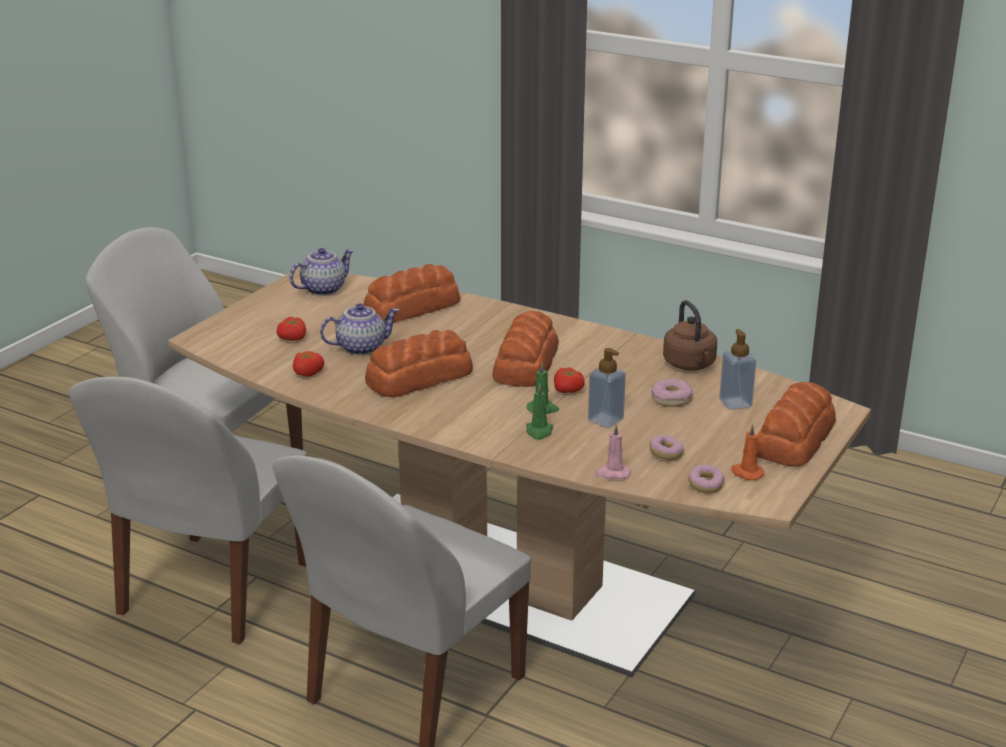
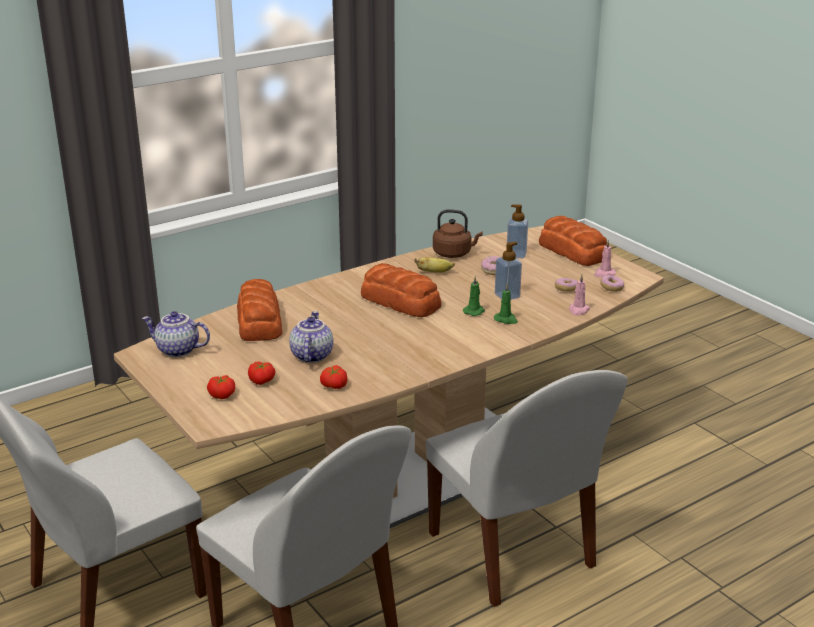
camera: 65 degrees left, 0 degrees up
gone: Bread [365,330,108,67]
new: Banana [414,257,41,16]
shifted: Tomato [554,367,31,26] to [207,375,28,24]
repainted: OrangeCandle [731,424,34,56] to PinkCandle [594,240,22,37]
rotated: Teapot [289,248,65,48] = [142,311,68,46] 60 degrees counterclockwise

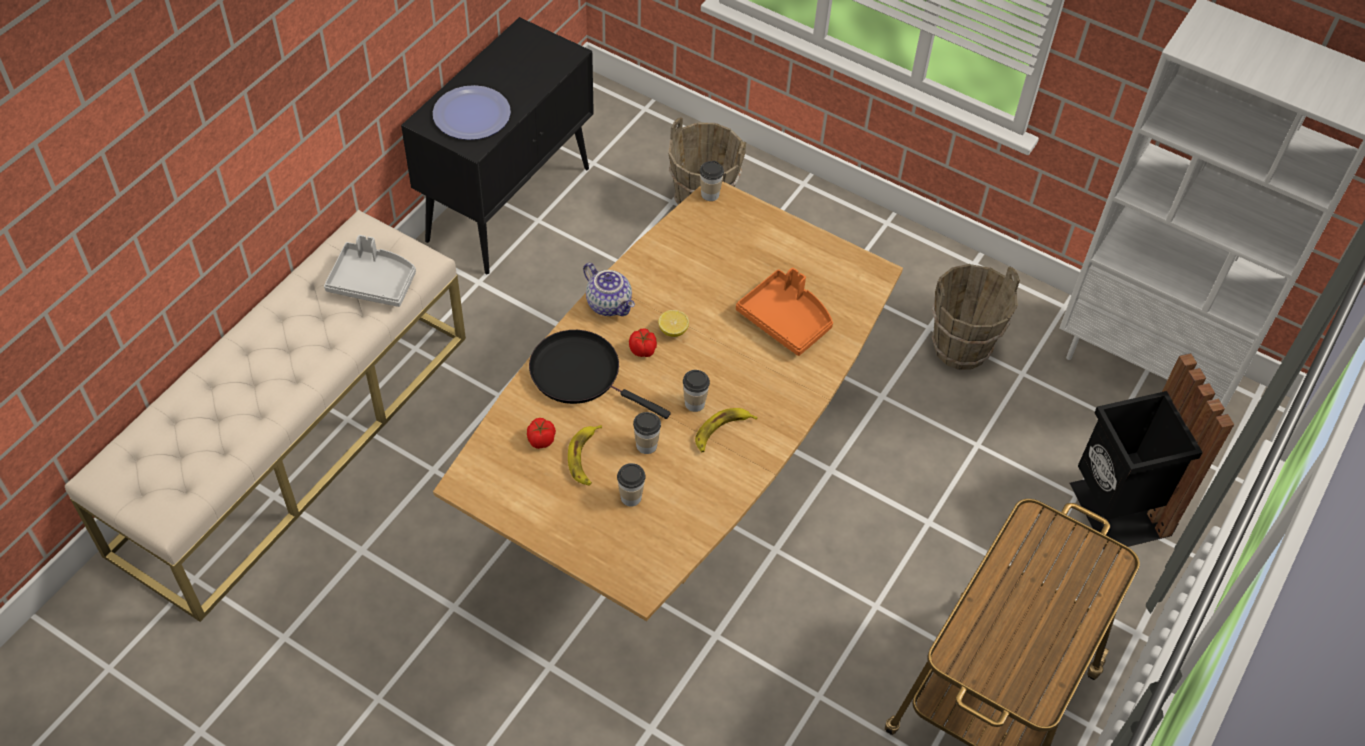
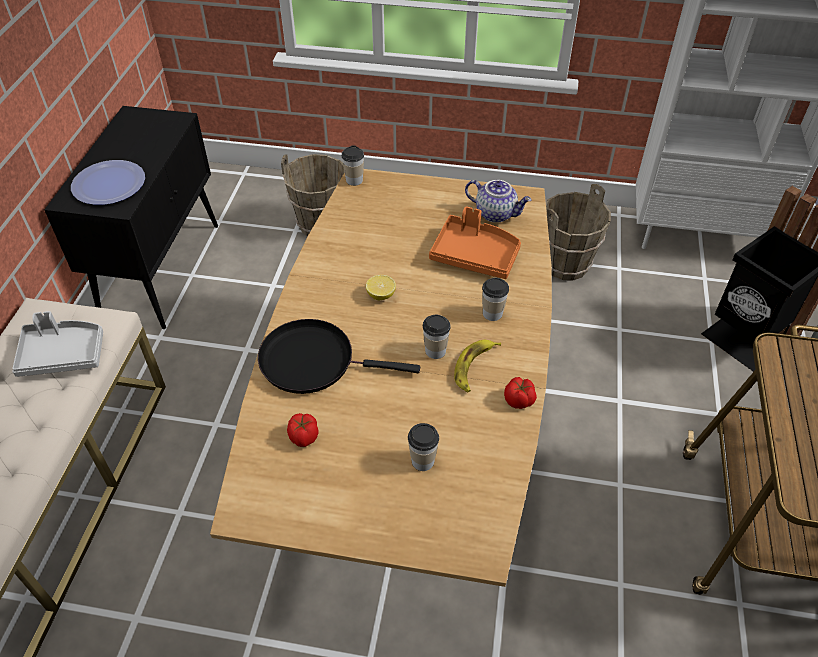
camera: 20 degrees left, 5 degrees down
gone: Banana [568,425,34,60]
shifted: Teapot [583,263,52,53] to [465,180,67,43]; Cup [633,412,28,42] to [482,278,27,43]; Tomato [629,328,28,29] to [504,377,33,32]

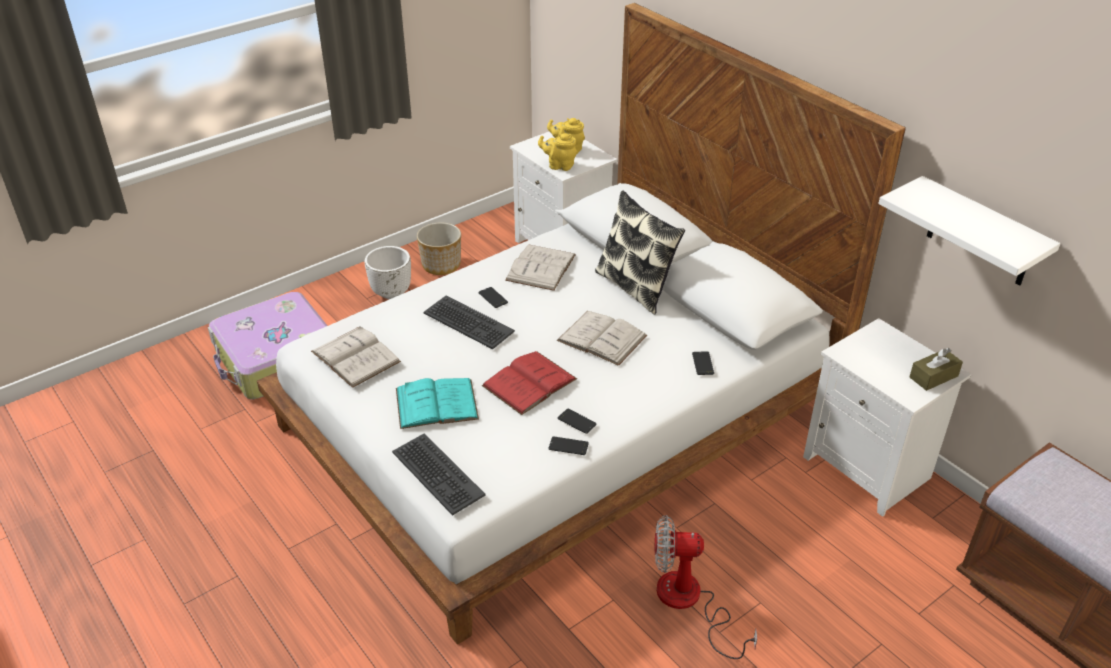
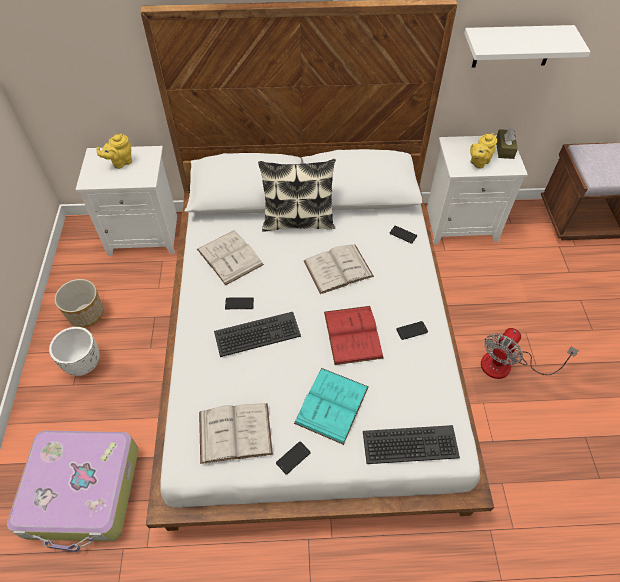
camera: 55 degrees left, 15 degrees up
shifted: Phone [549,436,40,19] to [276,441,35,34]; YellowTeapot [538,133,39,38] to [470,133,27,36]

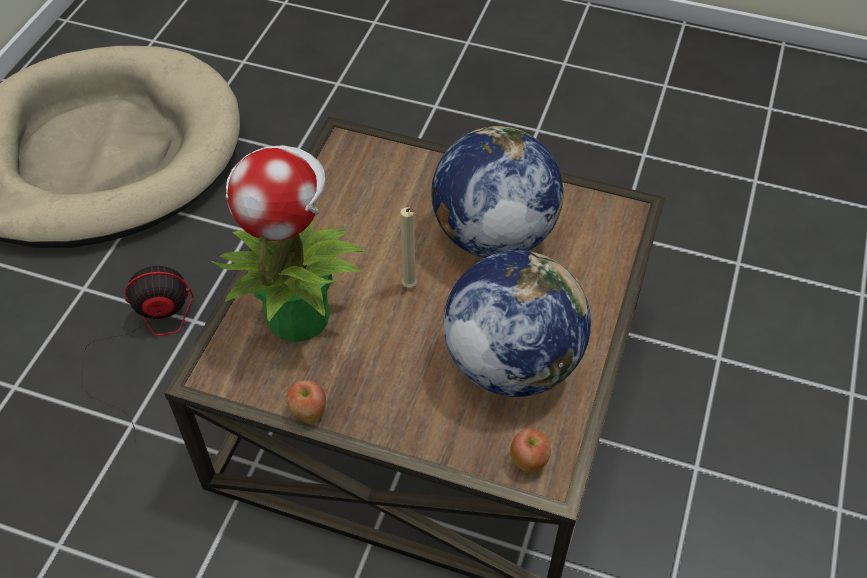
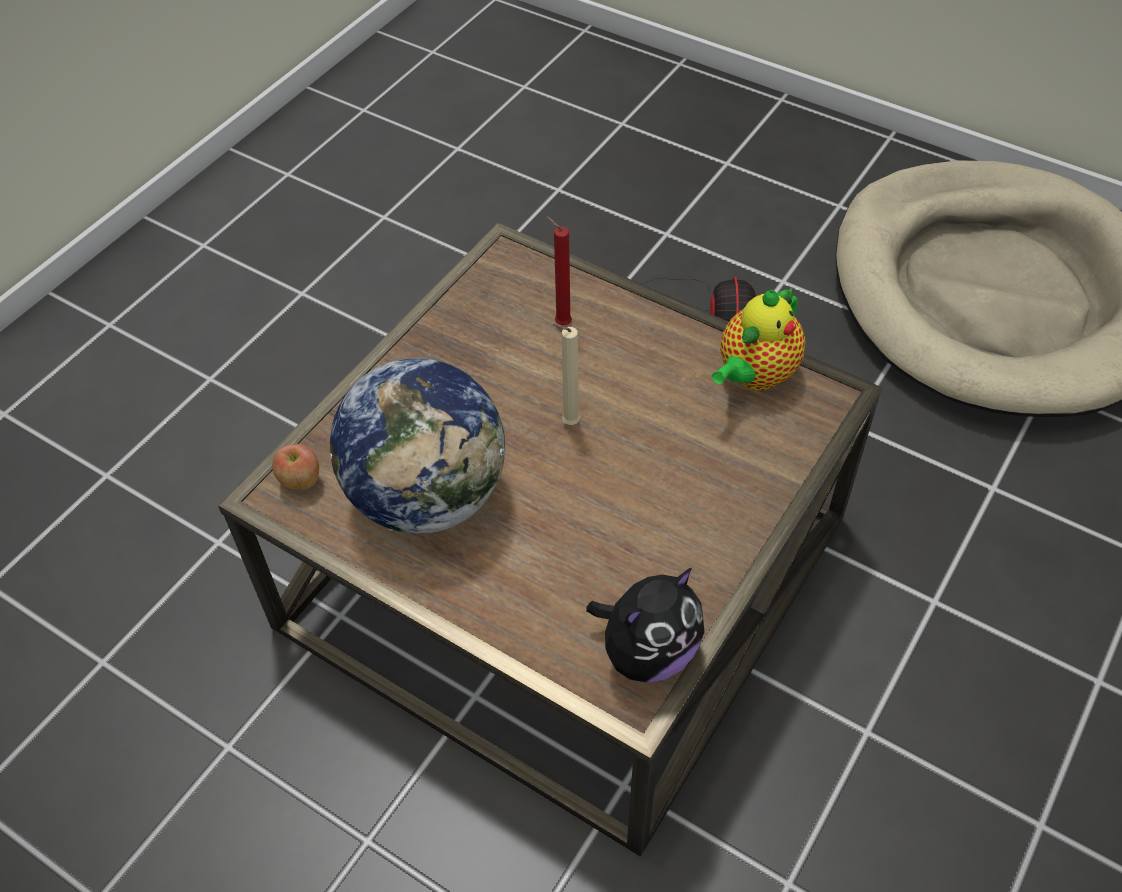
camera: 105 degrees right, 0 degrees up
gone: Apple [286,380,40,42]; Globe [431,126,133,132]
new: PlushToy [586,568,118,115]; Teapot [712,287,93,104]
swapped: PottedPlant [211,145,155,197] to RedCandle [546,217,26,108]

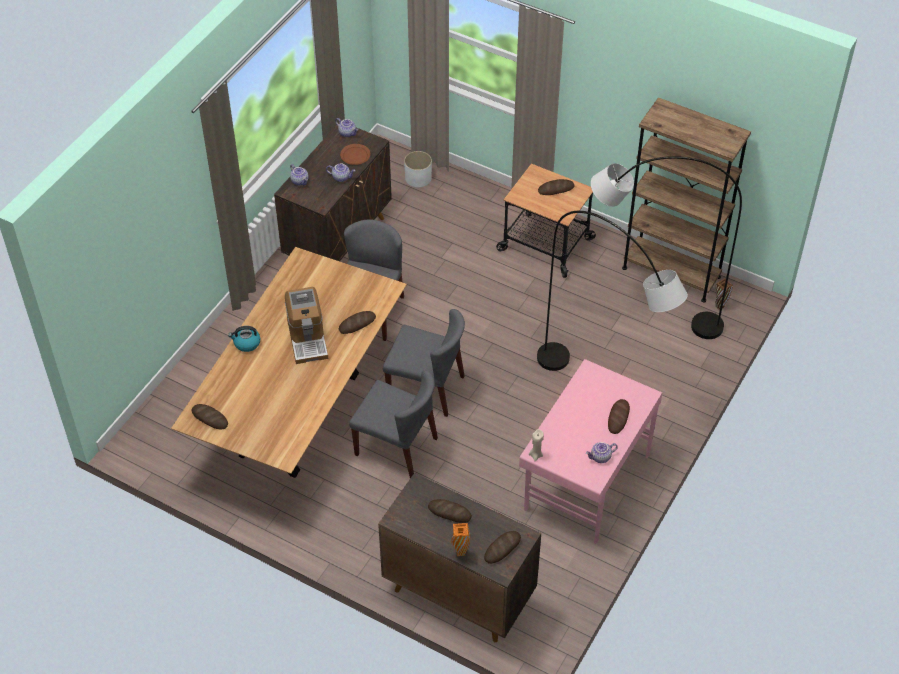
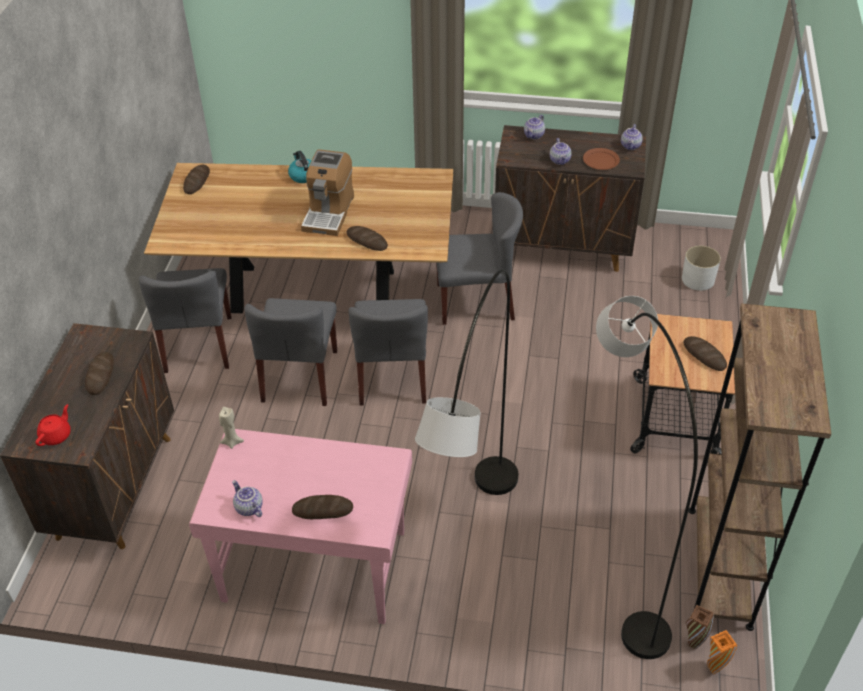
camera: 70 degrees right, 5 degrees down
new: GreyChair [139,268,93,105]
shifted: OrangeVase [451,523,19,33] to [707,630,30,44]
swapped: Bread [484,531,37,33] to RedTeapot [36,404,35,42]
rotated: CoffeeMachine [285,287,43,77] = [301,149,53,87] 45 degrees counterclockwise

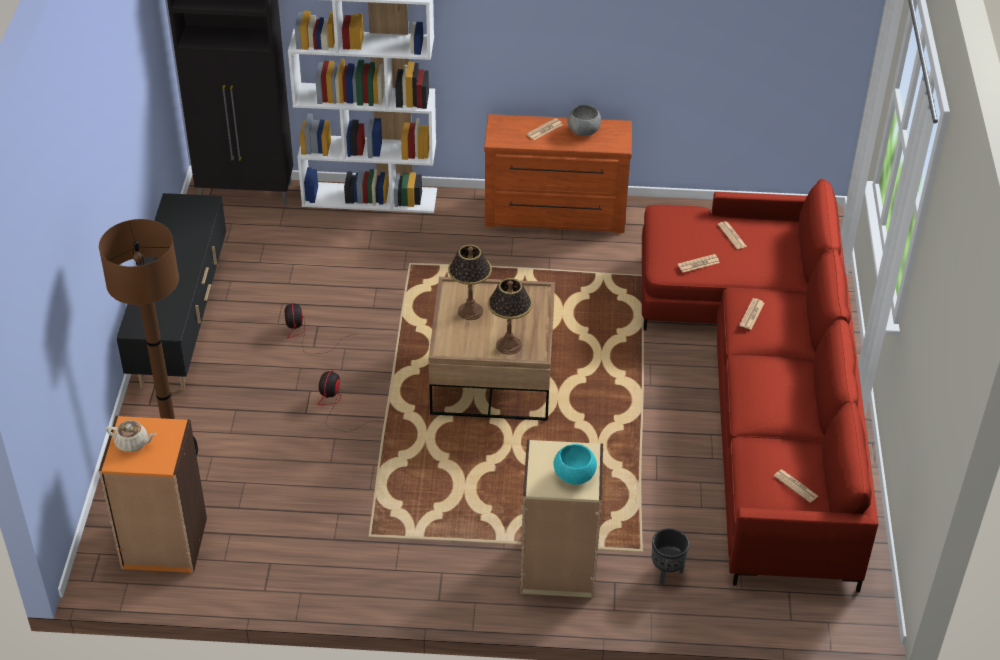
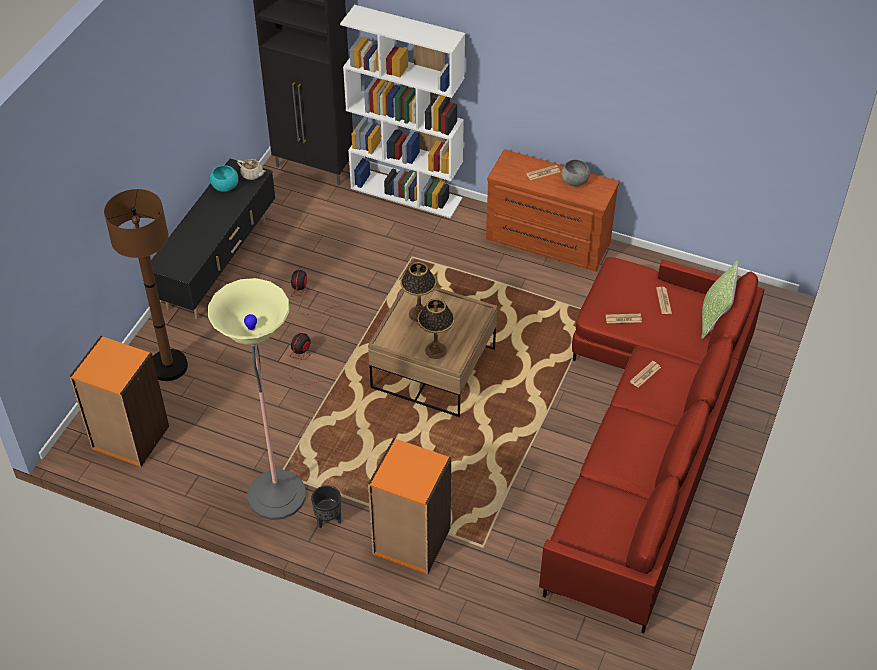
camera: 20 degrees right, 5 degrees up
gone: Newspaper [774,470,44,33]
new: FloorLamp [208,278,98,242]; Pillow [701,261,37,78]
shifted: TurquoiseBowl [554,444,43,41] to [210,165,28,27]; BeigeTeapot [106,420,50,32] to [237,159,29,21]; BlackPlanter [652,528,37,57] to [311,485,30,43]
repainted: BeigeBookcase [520,440,83,158] to OrangeBookcase [368,438,83,137]

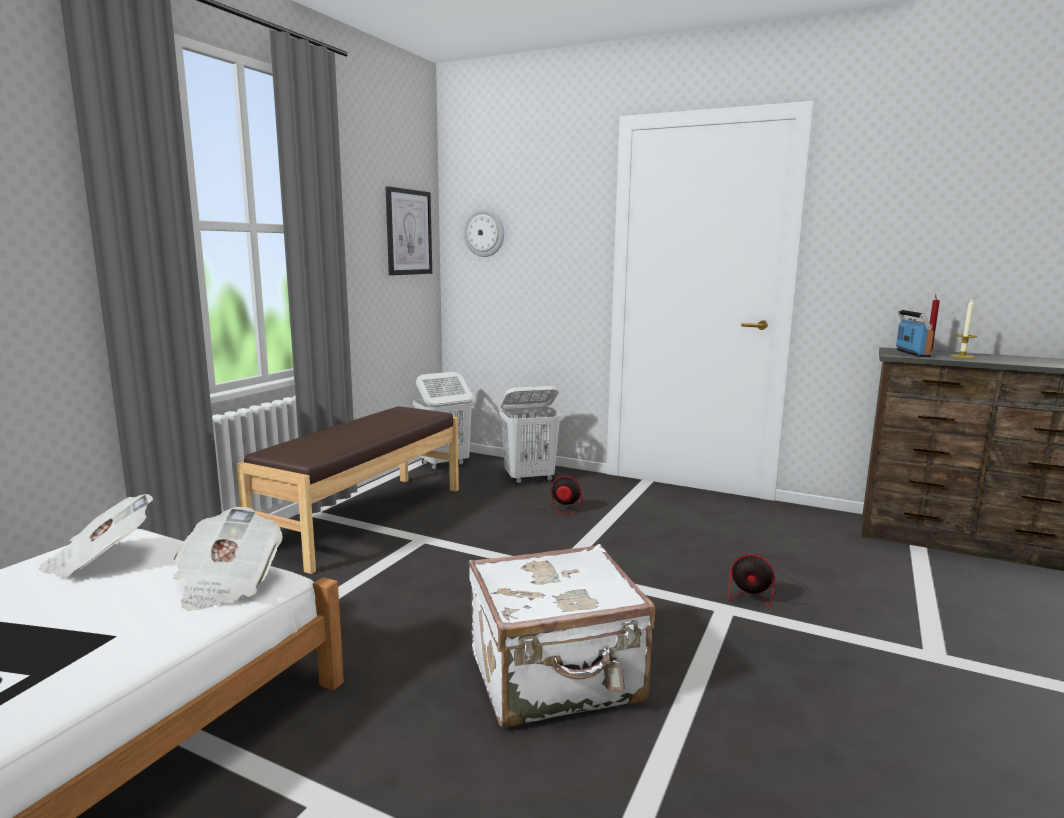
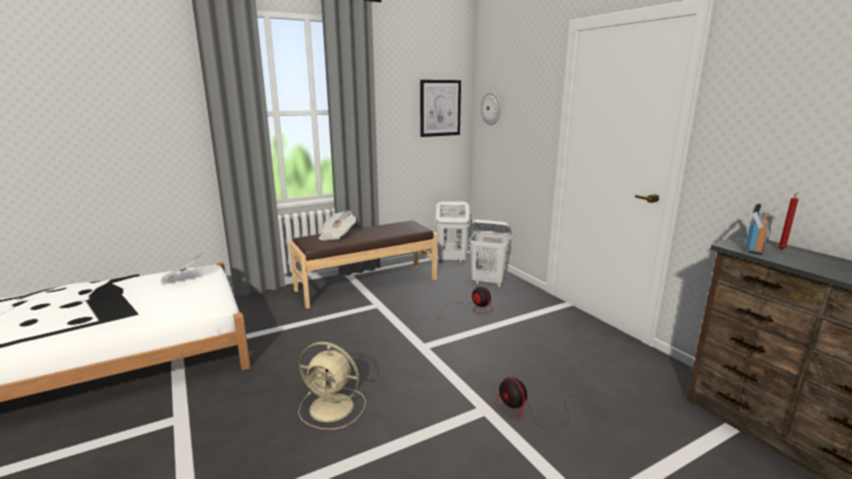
camera: 35 degrees right, 5 degrees up
gone: Candle [950,299,27,59]
shifted: Newspaper [174,507,109,104] to [319,211,37,29]
swapped: WhiteSuitcase [469,544,186,184] to BeigeFan [298,342,68,88]

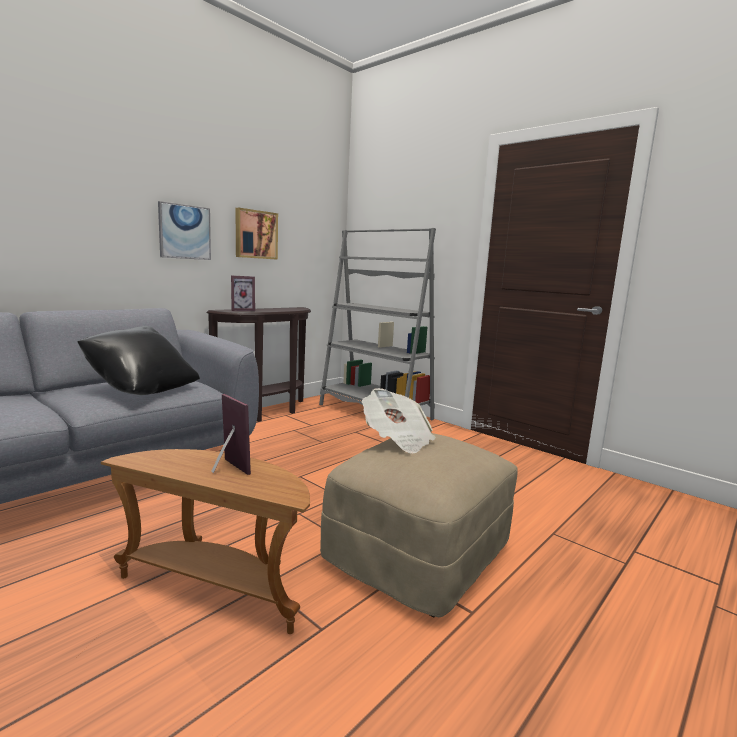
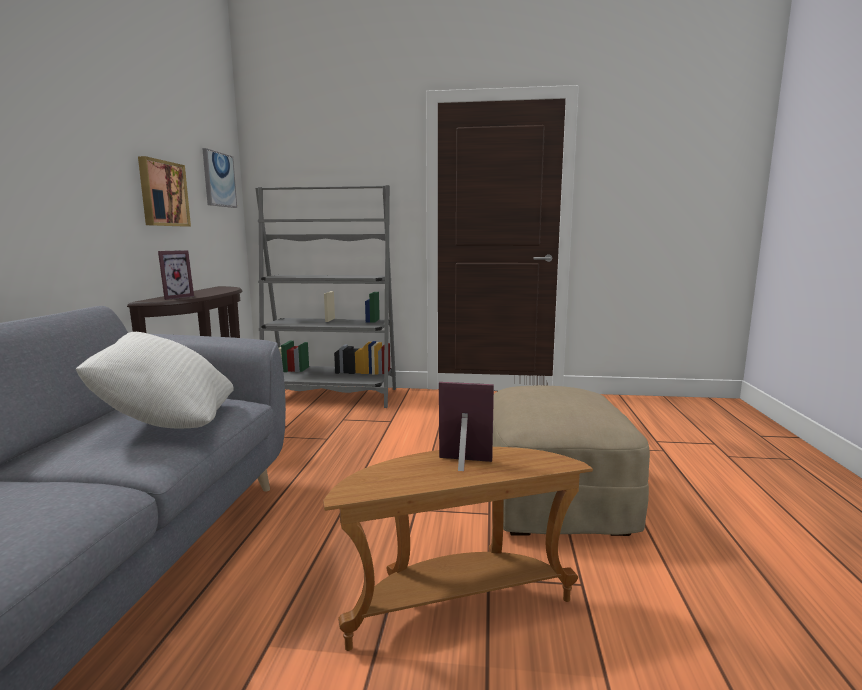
camera: 35 degrees left, 0 degrees up
gone: Newspaper [362,388,74,66]
shifted: Picture [158,201,53,59] to [202,148,35,60]
repainted: BlackPillow [77,326,123,69] to WhitePillow [76,332,158,96]

